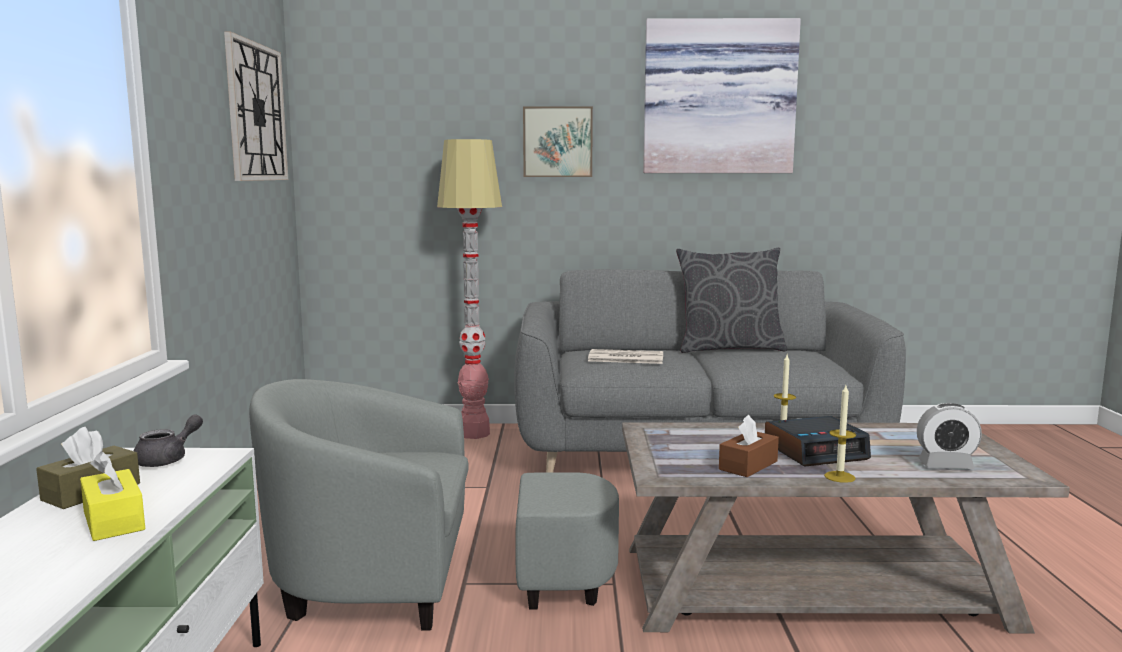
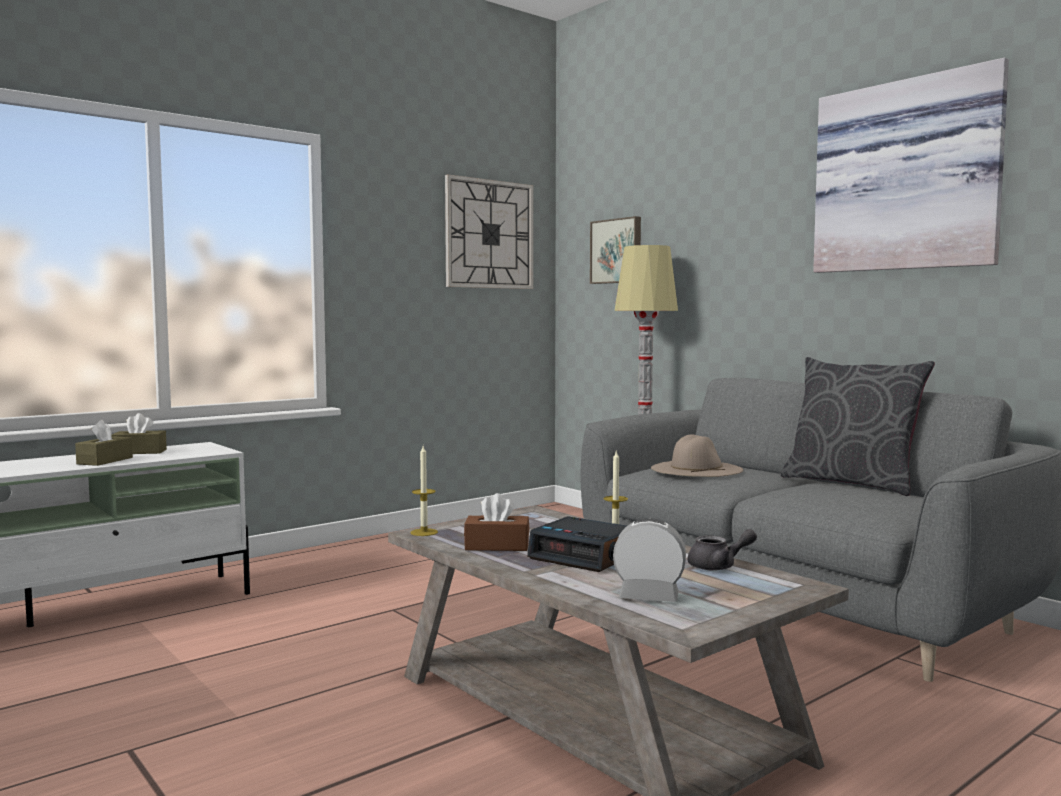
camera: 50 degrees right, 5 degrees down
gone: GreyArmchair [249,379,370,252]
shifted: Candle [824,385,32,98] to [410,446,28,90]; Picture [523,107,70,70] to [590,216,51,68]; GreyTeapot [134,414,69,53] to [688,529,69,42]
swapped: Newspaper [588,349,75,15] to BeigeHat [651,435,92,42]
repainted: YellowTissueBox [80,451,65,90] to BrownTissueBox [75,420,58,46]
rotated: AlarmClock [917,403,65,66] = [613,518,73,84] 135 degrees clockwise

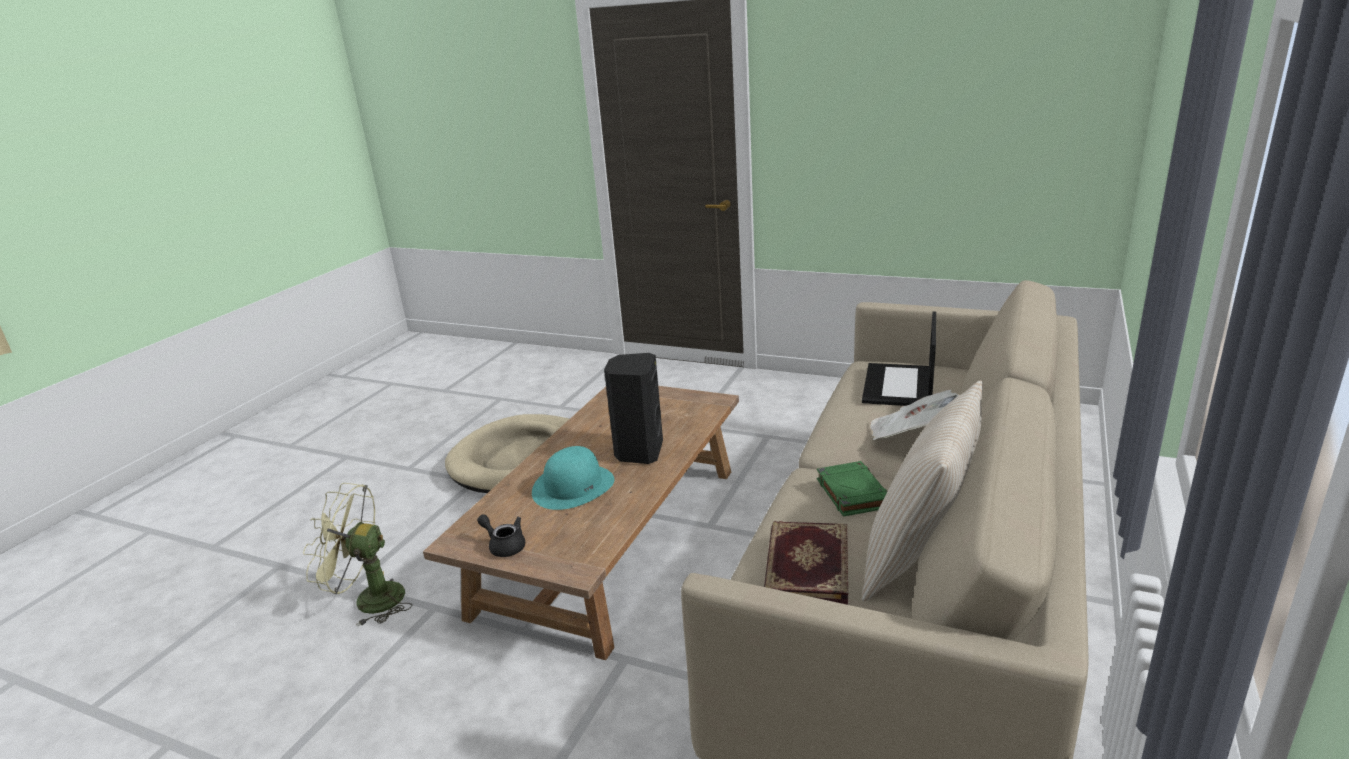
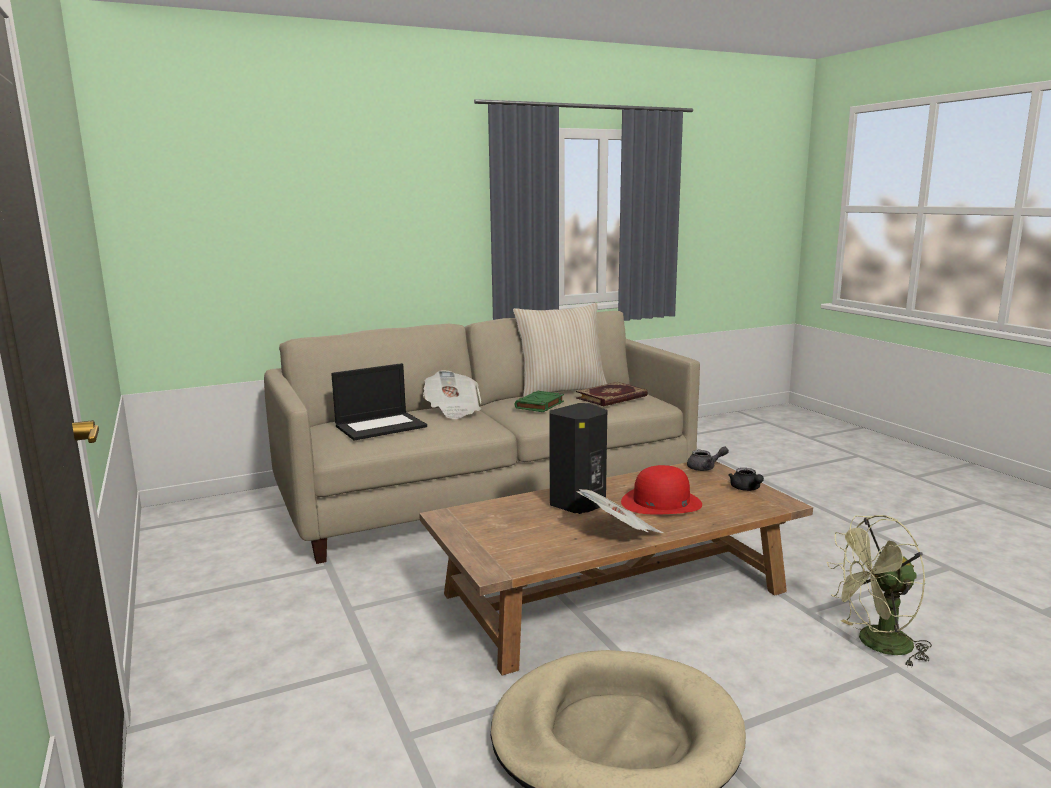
camera: 140 degrees left, 10 degrees down
new: Newspaper [576,489,88,44]; GreyTeapot [687,446,42,25]
repainted: TurquoiseHat [532,446,82,64] to RedHat [621,465,81,50]
rotated: GreenFan [303,483,110,143] = [827,515,105,152] 120 degrees clockwise

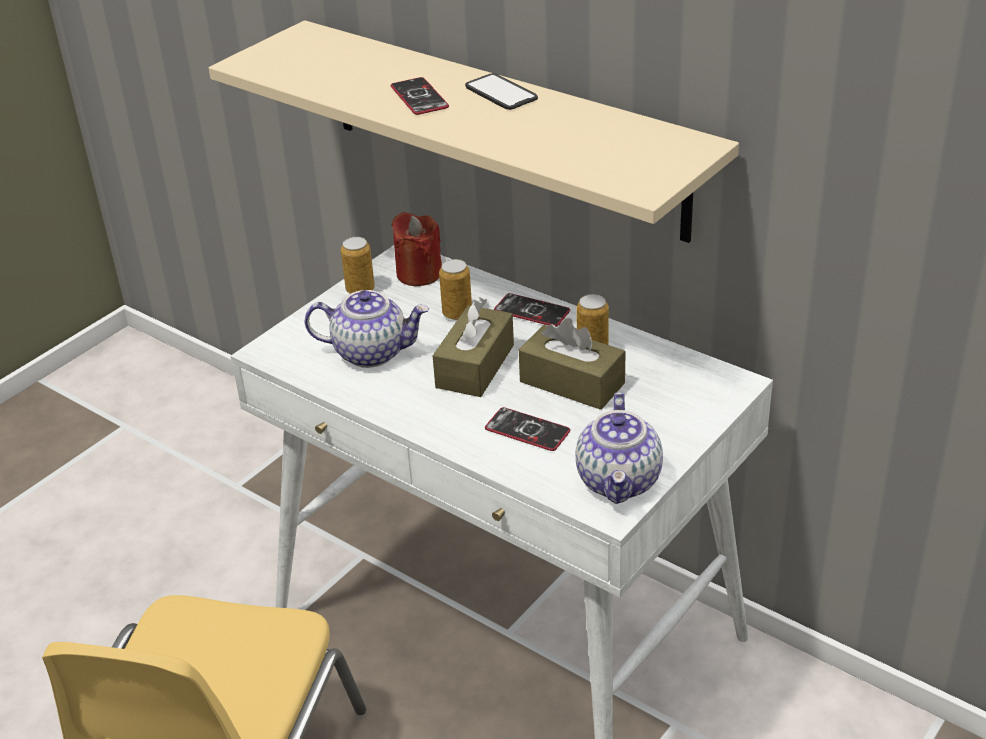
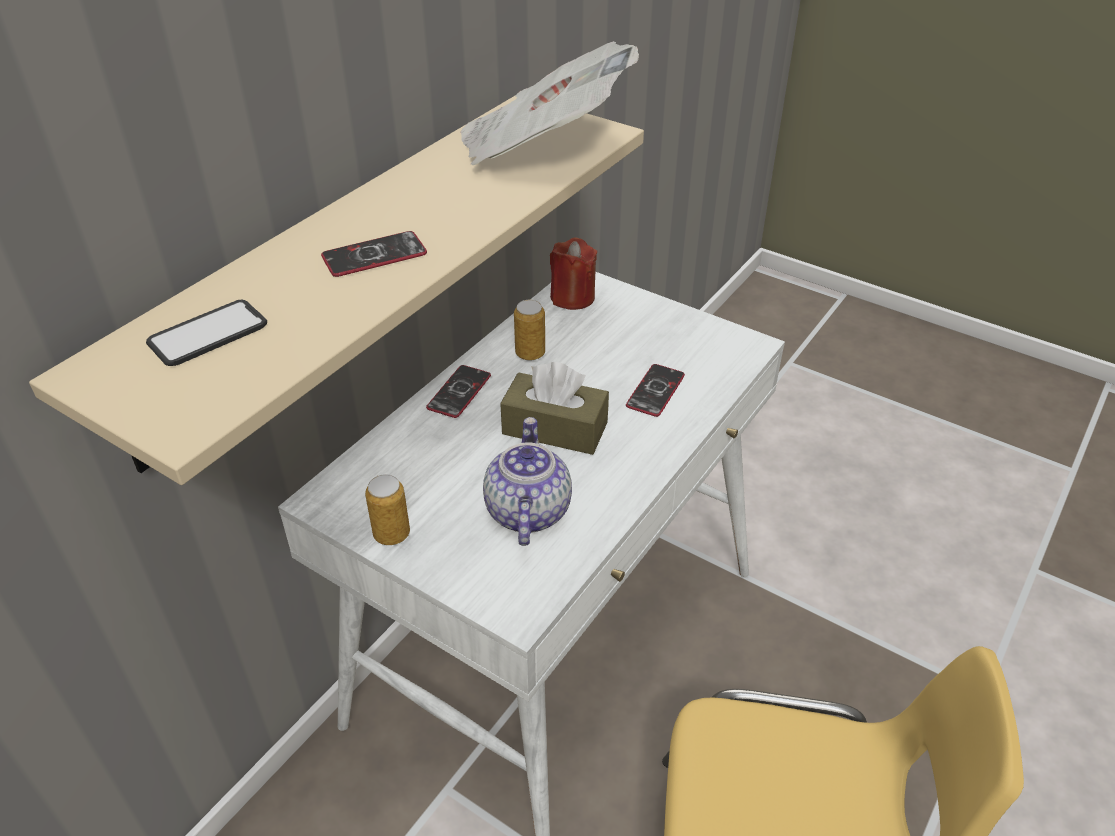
camera: 95 degrees left, 5 degrees up
gone: Can [439,259,33,61]; BrownTissueBox [519,318,107,92]; Teapot [576,392,87,112]
new: Newspaper [460,41,179,125]
shifted: Phone [465,73,73,37] to [146,300,121,66]; RedCandle [392,212,50,74] to [550,237,48,73]

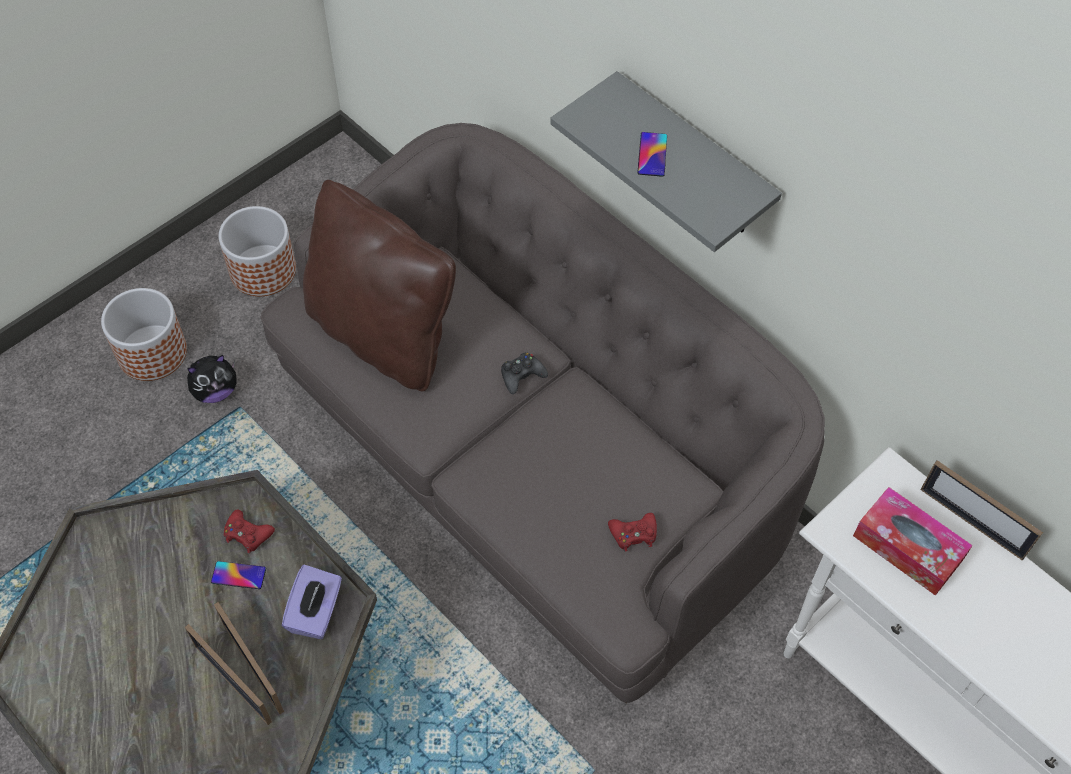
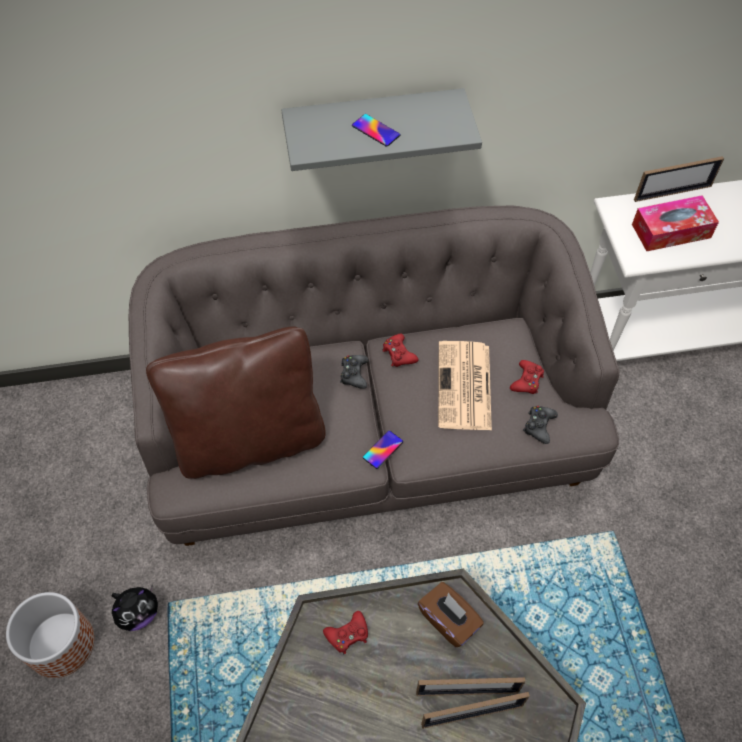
camera: 55 degrees left, 0 degrees up
gone: Planter [219,206,77,90]
new: RedGameController [382,334,36,33]; Newspaper [438,341,54,89]; BlackGameController [523,406,35,38]
shifted: Phone [211,561,55,28] to [363,430,40,39]
repainted: PurpleTissueBox [282,565,60,74] to BrownTissueBox [418,582,66,65]
rotated: PlushToy [187,355,50,48] = [112,586,46,45] 45 degrees clockwise

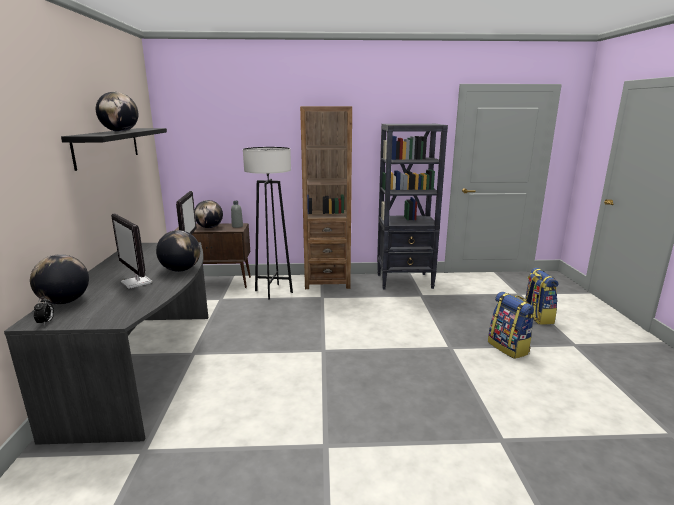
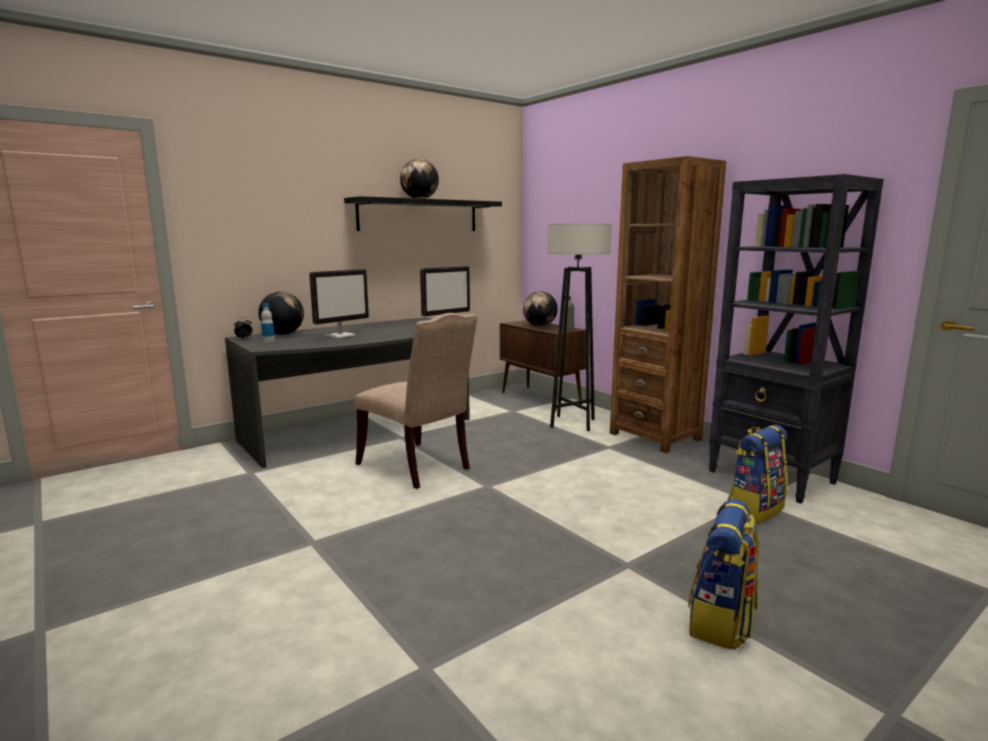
camera: 55 degrees right, 5 degrees down
gone: Globe [156,230,44,42]
new: Bottle [261,303,14,39]; BeigeChair [354,313,123,176]
shifted: Backpack [525,268,34,57] to [727,425,60,98]
rotated: Monitor [111,214,41,74] = [309,269,60,70] 150 degrees counterclockwise

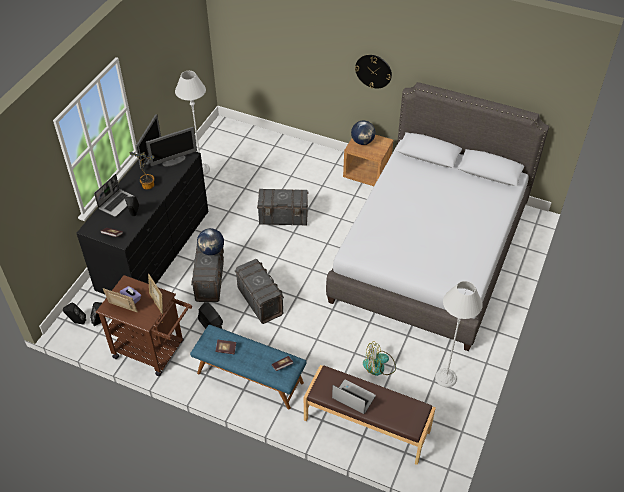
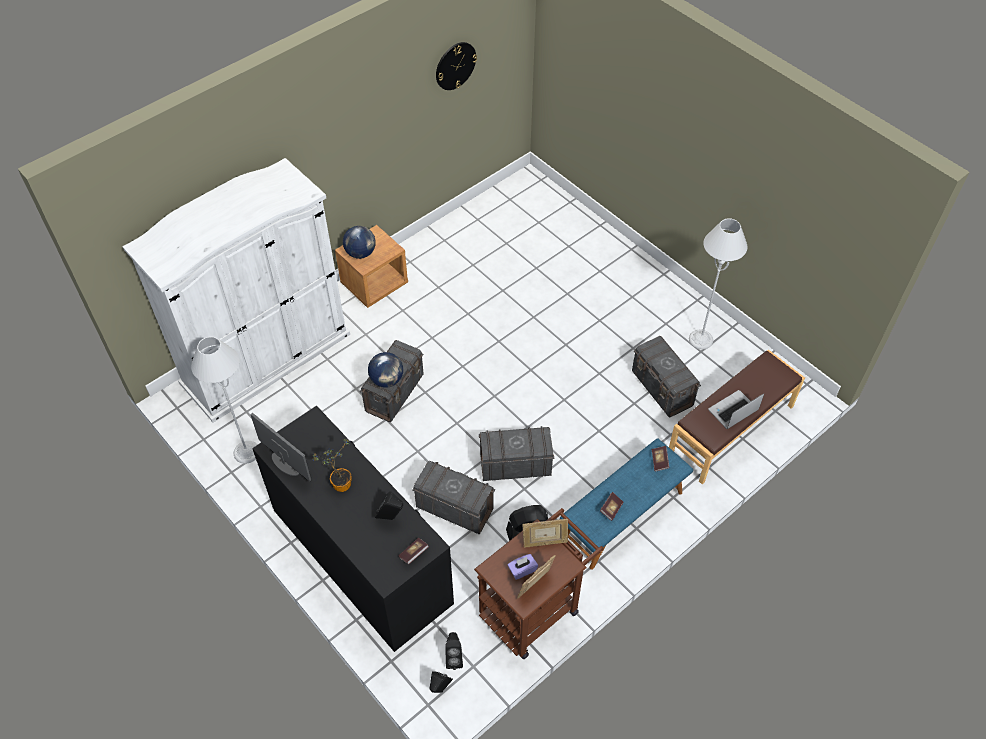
camera: 65 degrees left, 5 degrees up
gone: Laptop [94,174,39,43]; Monitor [146,127,51,39]; GreyBed [326,82,223,269]
new: WhiteWardrobe [122,158,228,265]
shifted: Globe [197,228,27,27] to [368,352,35,36]; WallClock [355,55,37,33] to [436,42,41,48]
swapped: Fan [363,341,33,35] to GreyStorageBox [632,336,69,81]

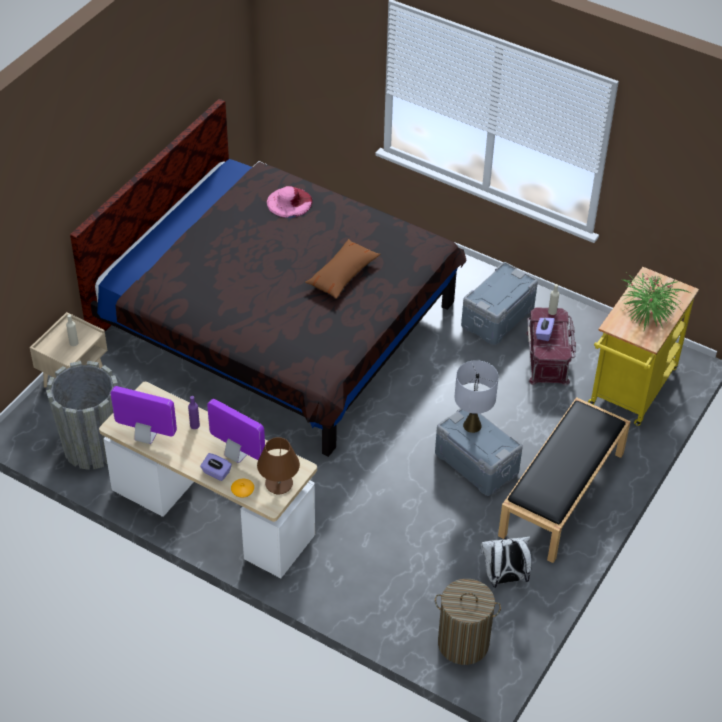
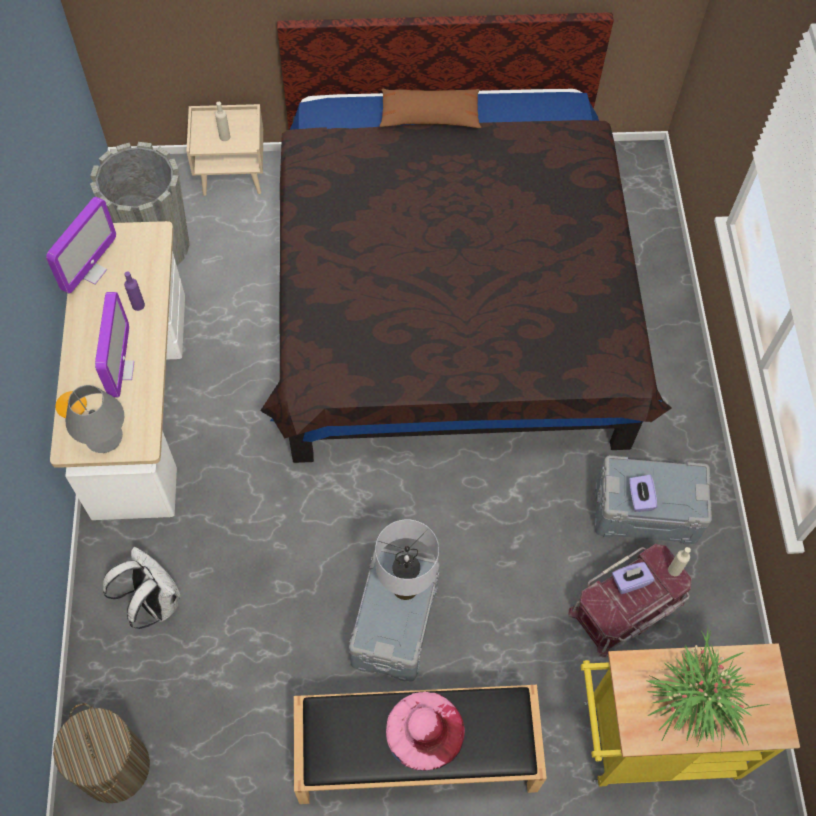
camera: 55 degrees right, 15 degrees up
shifted: WhiteBackpack [481,537,51,51] to [103,547,78,82]; BrownPillow [305,239,75,60] to [379,89,103,39]; PinkHat [267,186,46,32] to [386,692,79,79]; PurpleTissueBox [200,453,32,28] to [629,475,28,37]
repainted: BrownTableLamp [257,437,43,58] to GreyTableLamp [66,385,58,68]
rotated: Monitor [111,386,66,58] = [46,197,70,96] 45 degrees clockwise

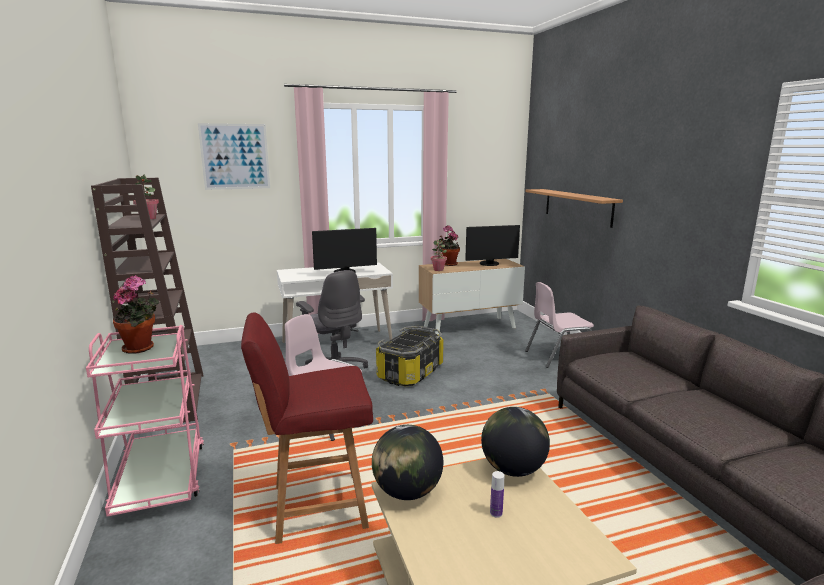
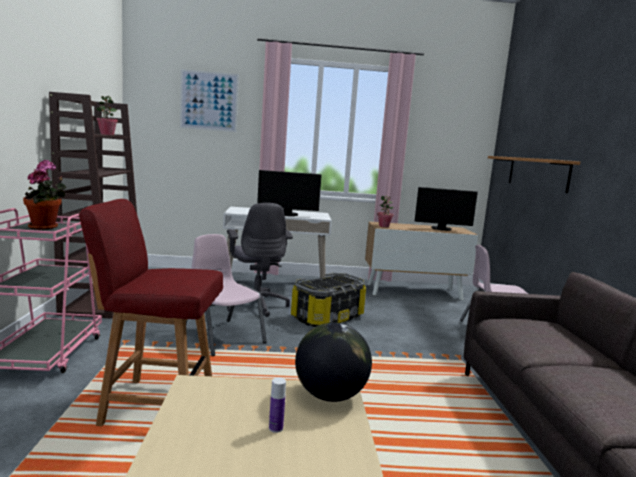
camera: 15 degrees right, 5 degrees down
gone: Globe [372,425,71,75]; PottedPlant [439,225,21,41]

